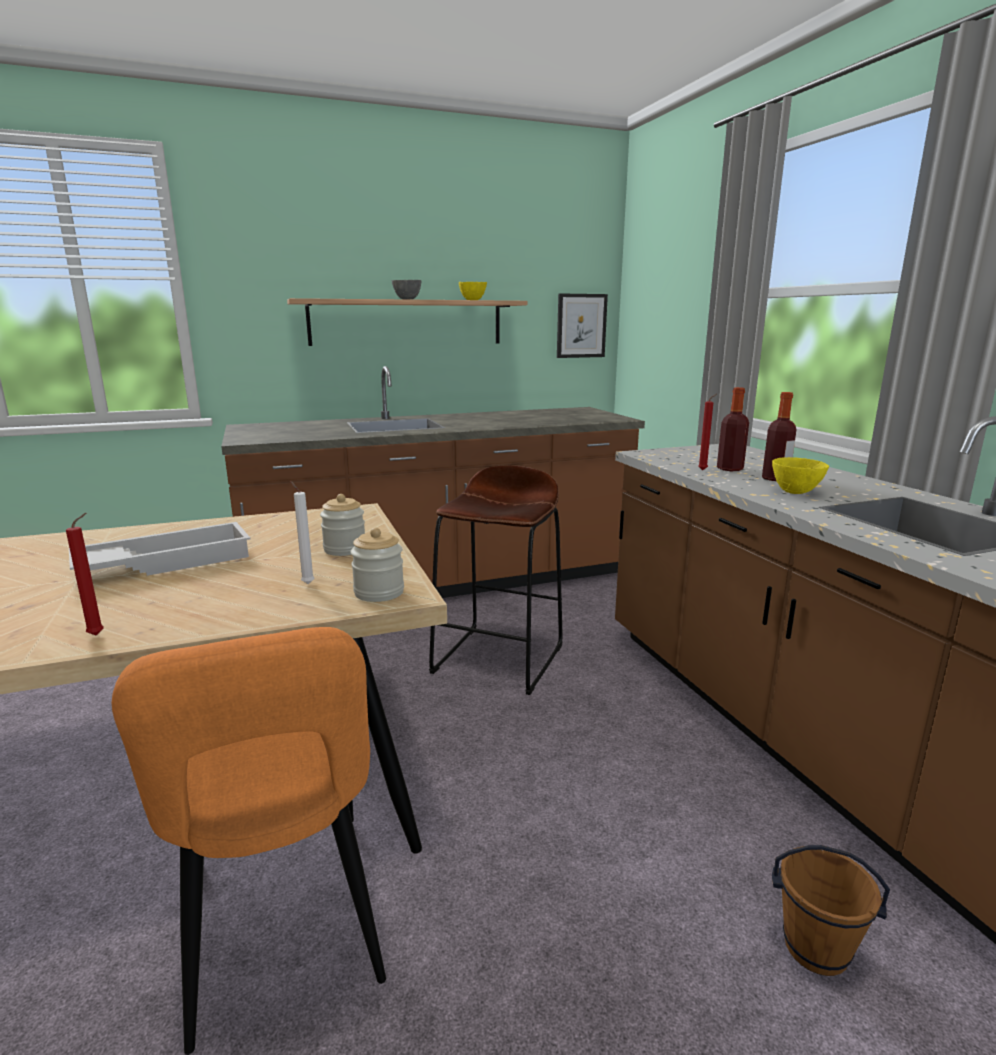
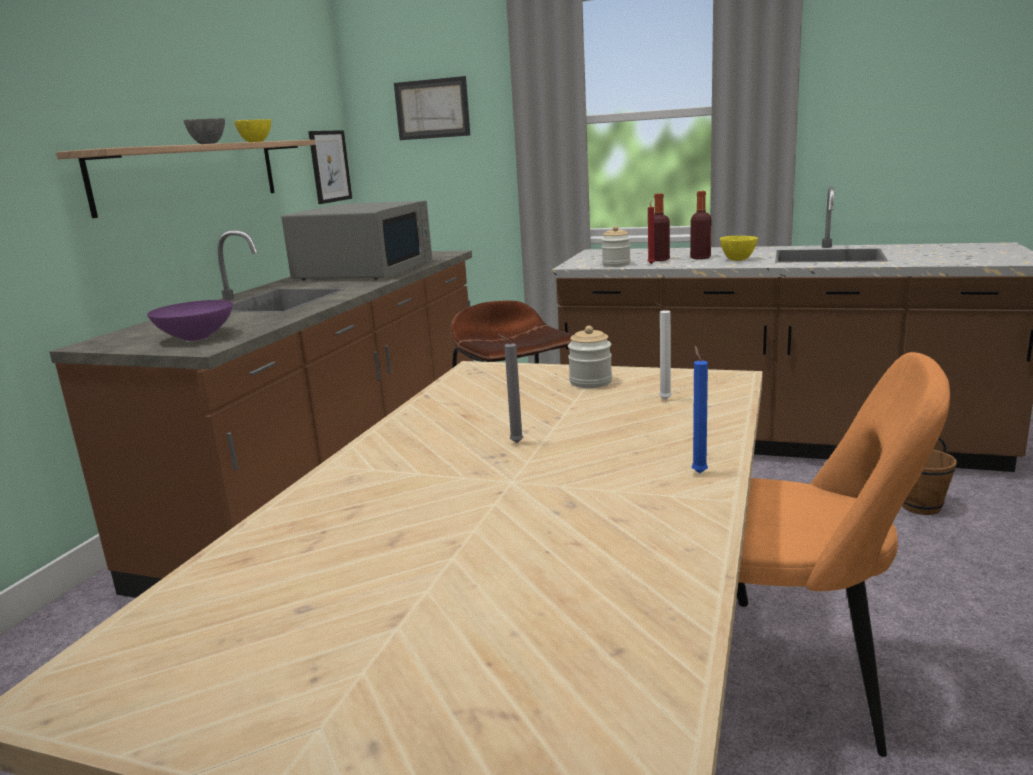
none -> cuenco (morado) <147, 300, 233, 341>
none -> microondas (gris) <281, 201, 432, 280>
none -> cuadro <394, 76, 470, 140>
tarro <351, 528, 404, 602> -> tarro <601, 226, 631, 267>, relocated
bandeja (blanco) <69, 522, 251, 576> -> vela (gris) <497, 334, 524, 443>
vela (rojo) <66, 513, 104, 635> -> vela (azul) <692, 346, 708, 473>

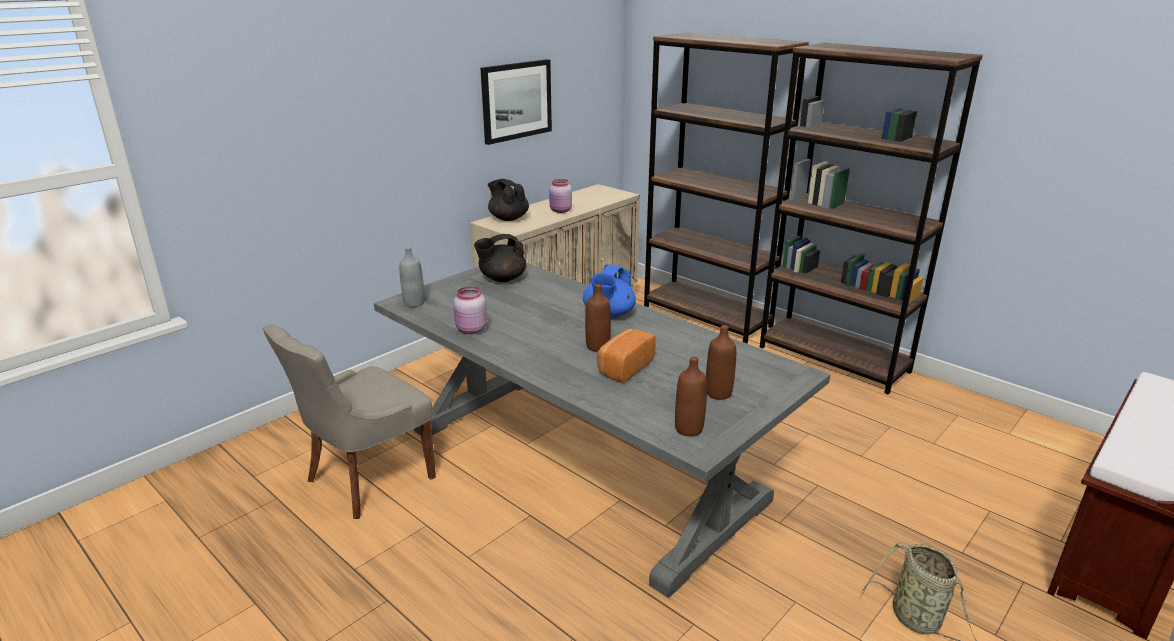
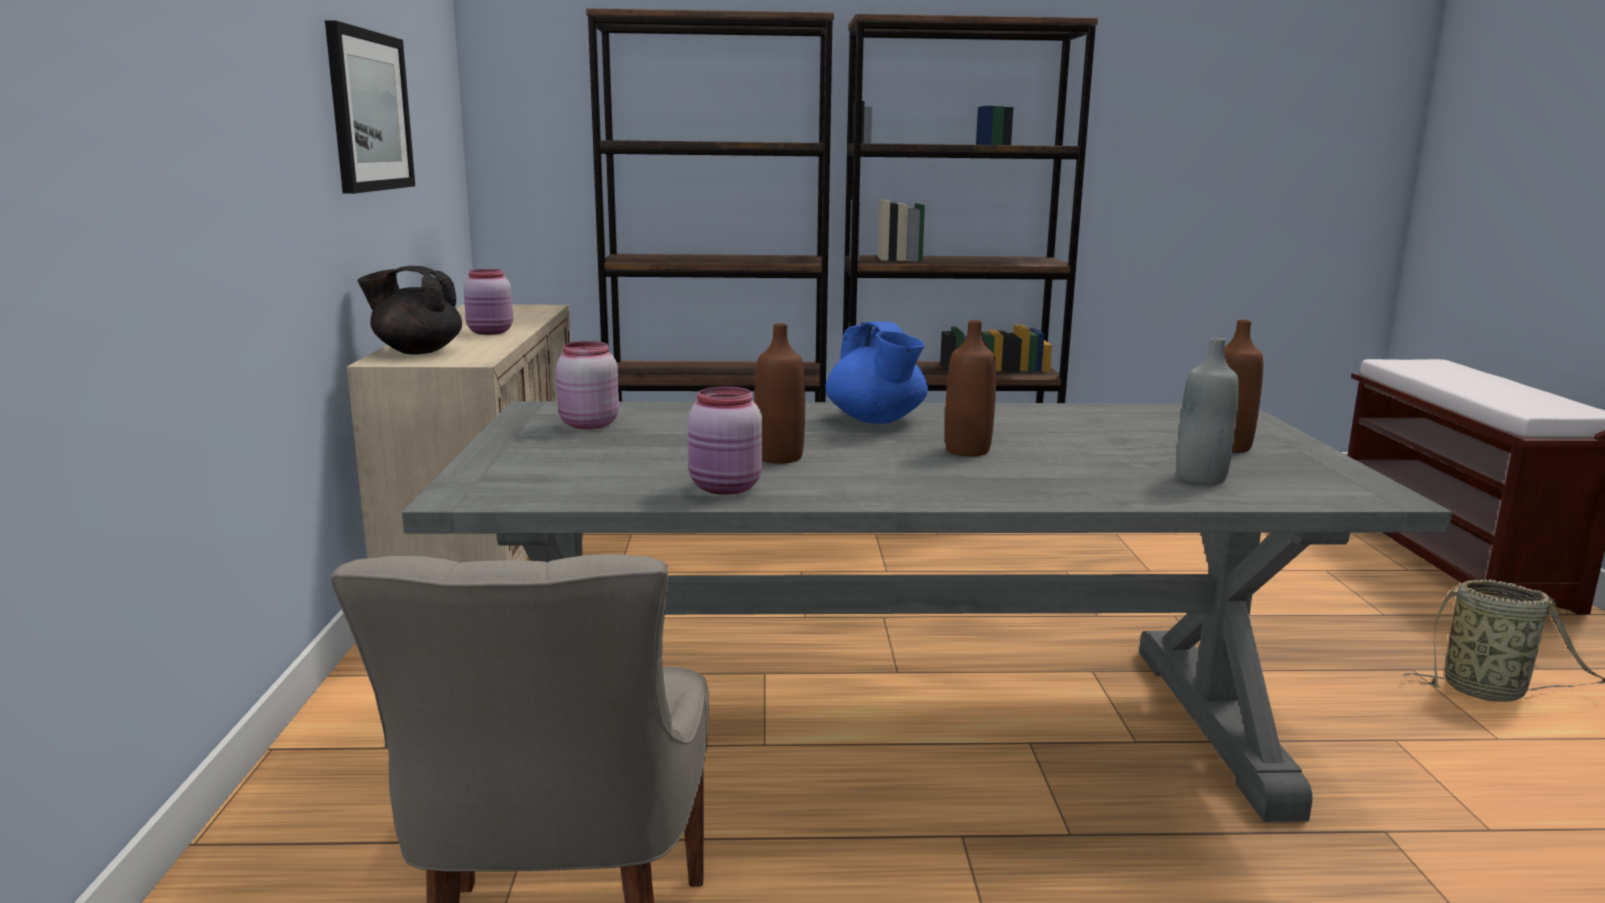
pan <597, 329, 656, 383> -> none
botella (gris) <399, 247, 424, 307> -> botella (gris) <1177, 338, 1239, 485>, relocated
botella (marrón) <675, 357, 707, 437> -> botella (marrón) <754, 323, 805, 464>, relocated
tetera (negro) <474, 234, 526, 282> -> tarro (rosa) <556, 341, 619, 429>

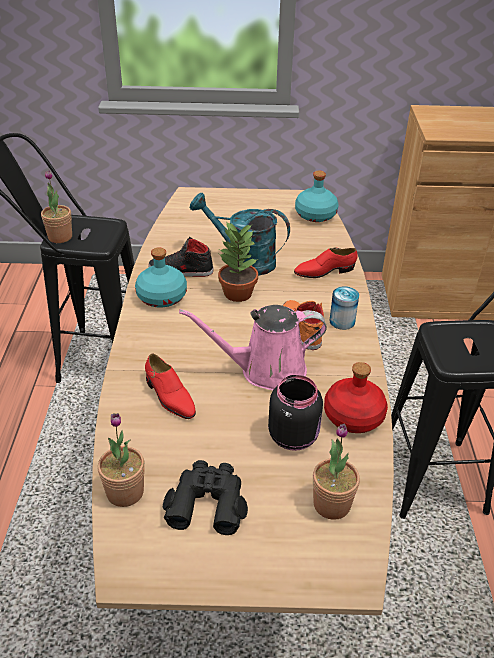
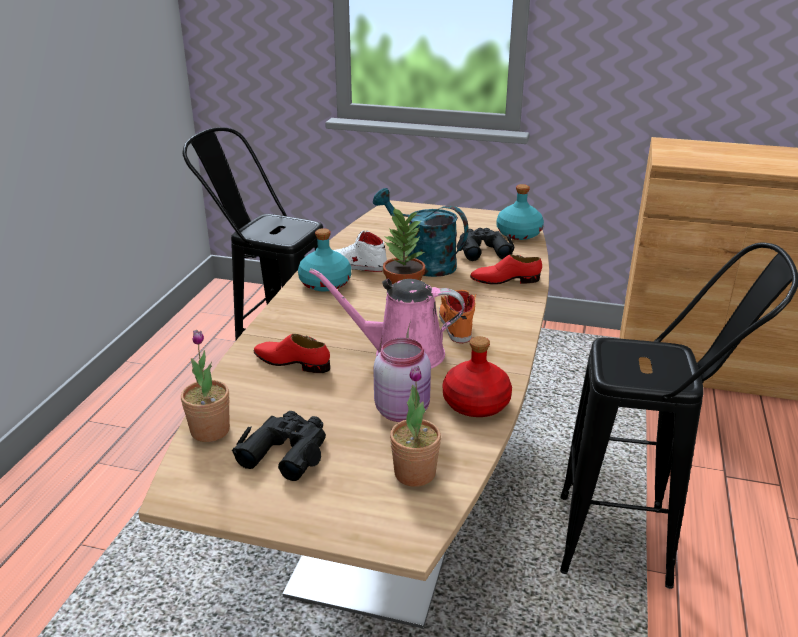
planta en maceta <41, 170, 72, 243> -> none
lata <329, 286, 359, 330> -> none
none -> prismáticos (negro) <457, 228, 514, 261>
zapato (negro) <148, 237, 214, 277> -> zapato (blanco) <333, 230, 387, 272>
tarro (negro) <268, 375, 323, 451> -> tarro (rosa) <373, 338, 431, 422>
zapato (rojo) <145, 354, 196, 419> -> zapato (rojo) <254, 334, 330, 373>, 135 degrees clockwise

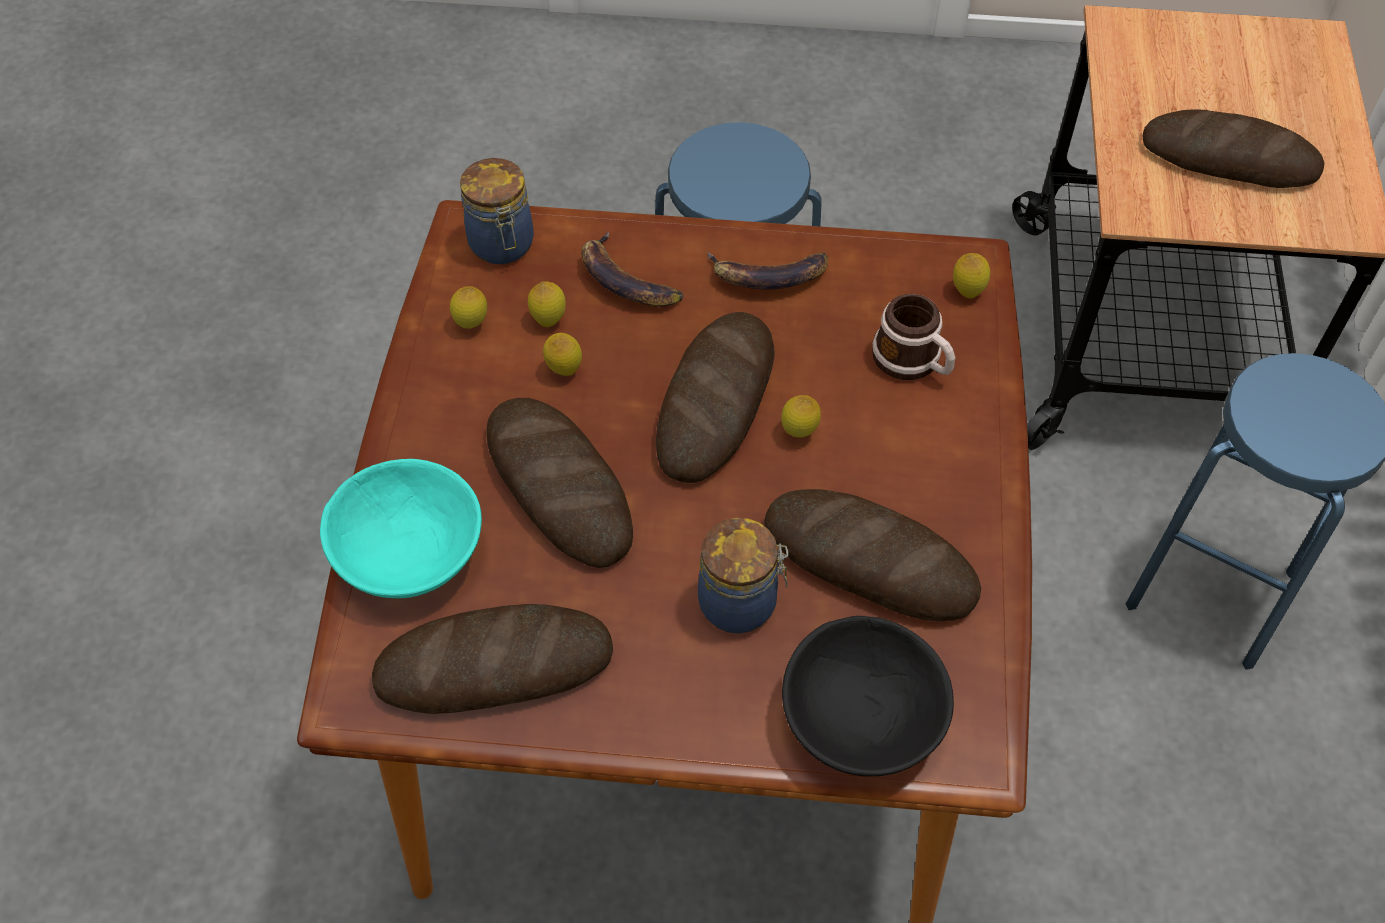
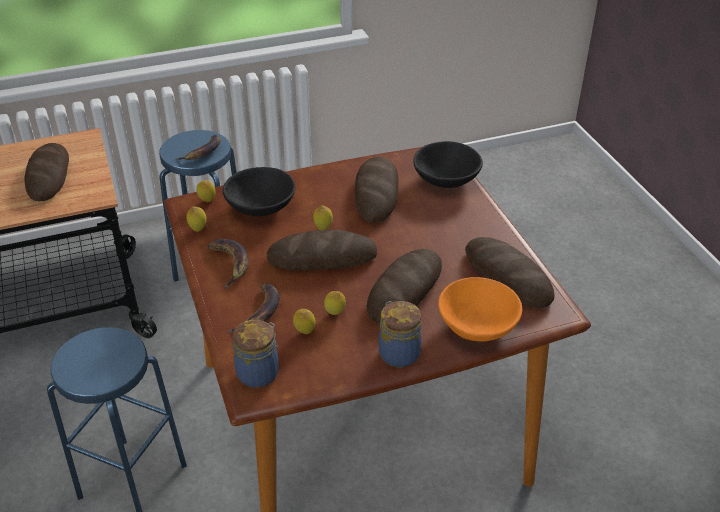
none -> plátano <176, 135, 221, 160>
limón <450, 286, 487, 329> -> limón <186, 206, 207, 232>, relocated
tarro <698, 518, 788, 634> -> tarro <379, 301, 421, 367>, relocated
taza grande <872, 294, 955, 380> -> cuenco (negro) <222, 167, 295, 216>
cuenco (turquesa) <320, 459, 482, 598> -> cuenco (naranja) <438, 277, 522, 342>

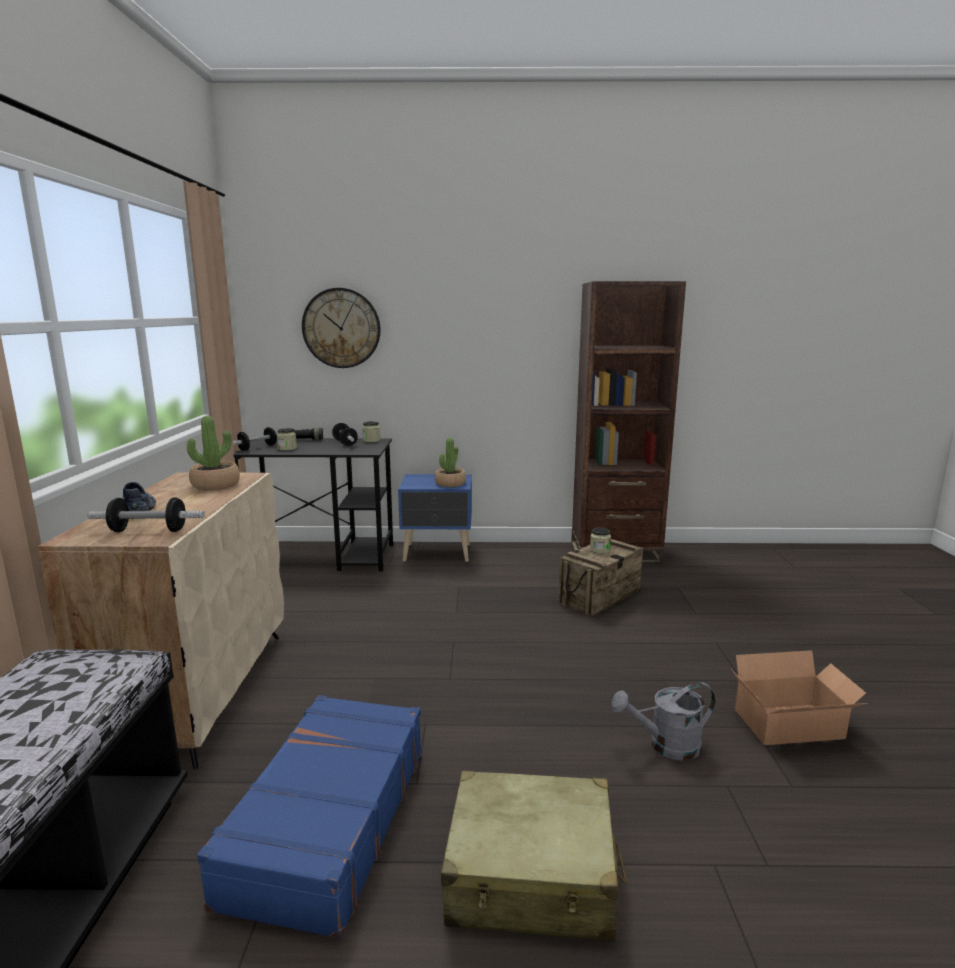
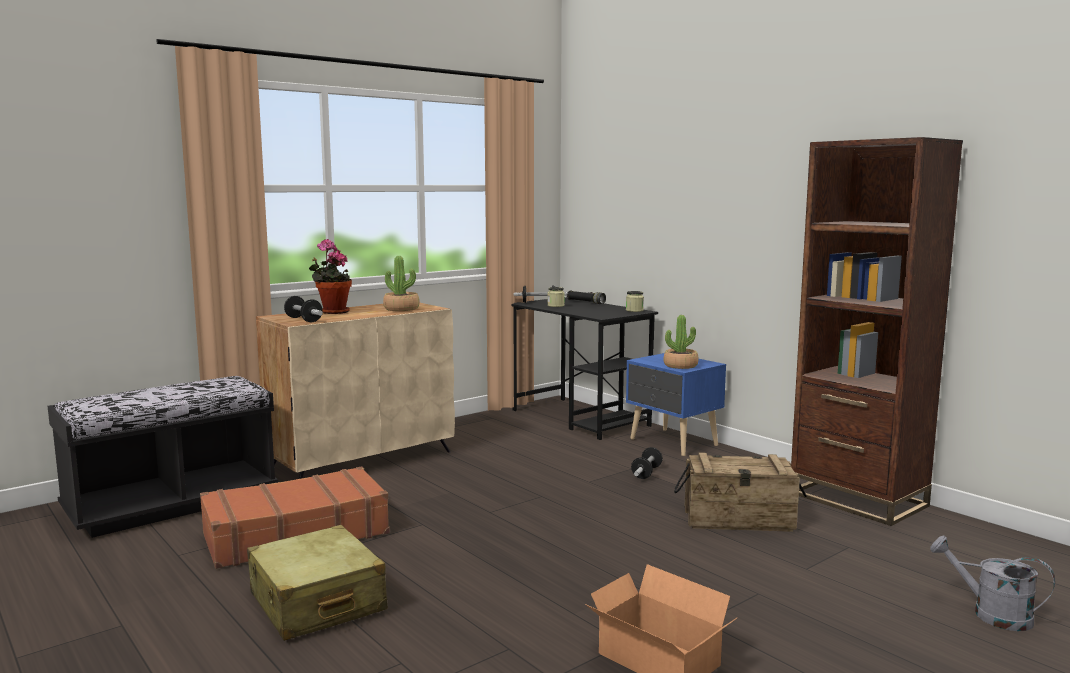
reloj de pared <302, 288, 381, 368> -> none
tarro <590, 528, 611, 554> -> none
mancuerna <332, 423, 358, 446> -> mancuerna <631, 447, 663, 479>, relocated
regadera (gris) <612, 682, 716, 761> -> regadera (gris) <930, 536, 1055, 631>, relocated
zapato <123, 482, 156, 511> -> planta en maceta <309, 239, 352, 314>
maleta (azul) <197, 695, 422, 939> -> maleta (marrón) <200, 467, 390, 569>

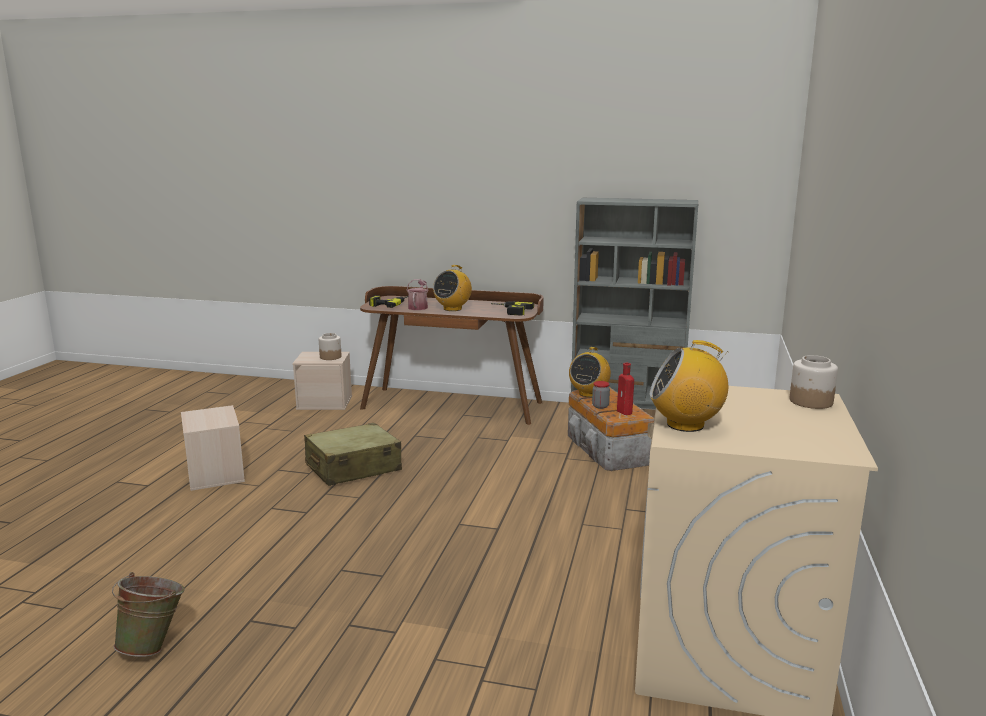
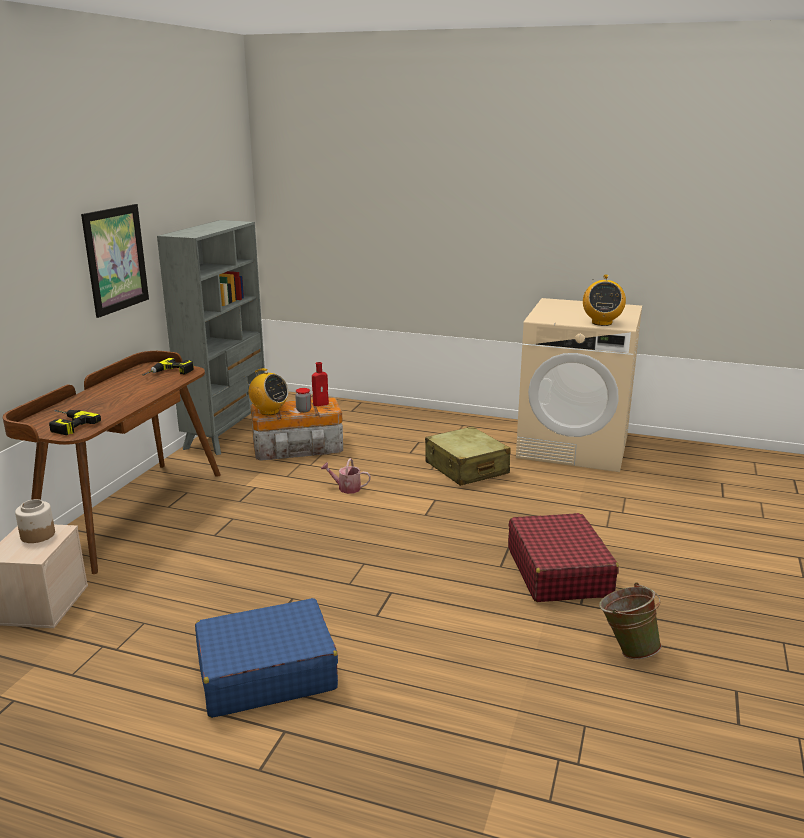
radio <433, 265, 472, 311> -> none
tarro <790, 355, 838, 409> -> none
none -> cuadro <81, 204, 149, 318>
none -> maleta (rojo) <508, 513, 619, 602>
maleta (beis) <304, 423, 402, 486> -> maleta (beis) <425, 426, 511, 486>, relocated
regadera <407, 279, 429, 310> -> regadera <321, 458, 371, 494>, relocated
caja de almacenaje (beis) <181, 405, 245, 491> -> maleta (azul) <195, 598, 338, 718>

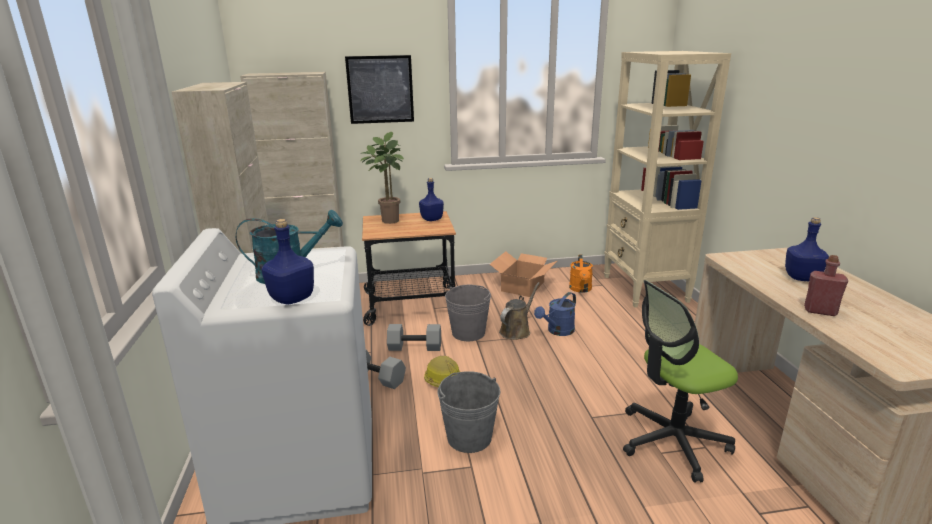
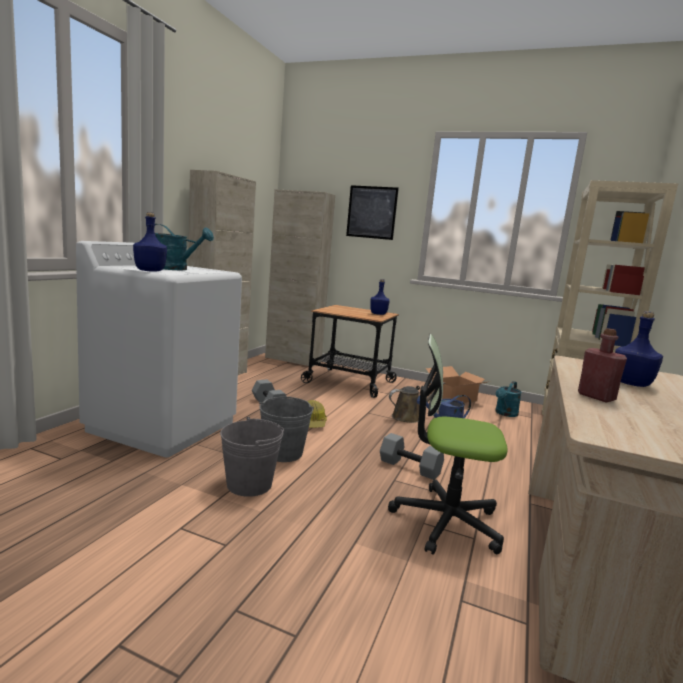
planta en maceta <360, 132, 404, 224> -> none
mancuerna (gris) <387, 324, 441, 351> -> mancuerna (gris) <380, 433, 444, 480>, relocated
cubo (gris) <445, 285, 491, 341> -> cubo (gris) <220, 417, 284, 497>, relocated
regadera (naranja) <569, 255, 593, 293> -> regadera (turquesa) <495, 381, 522, 417>

